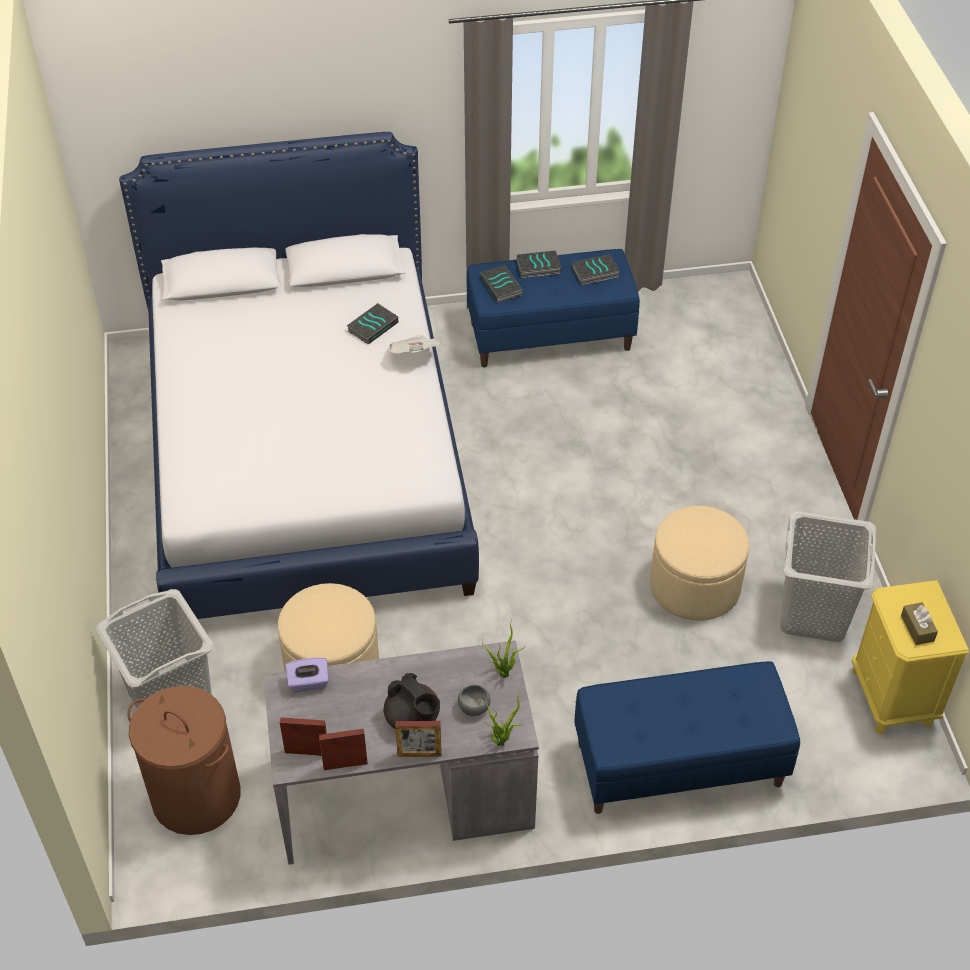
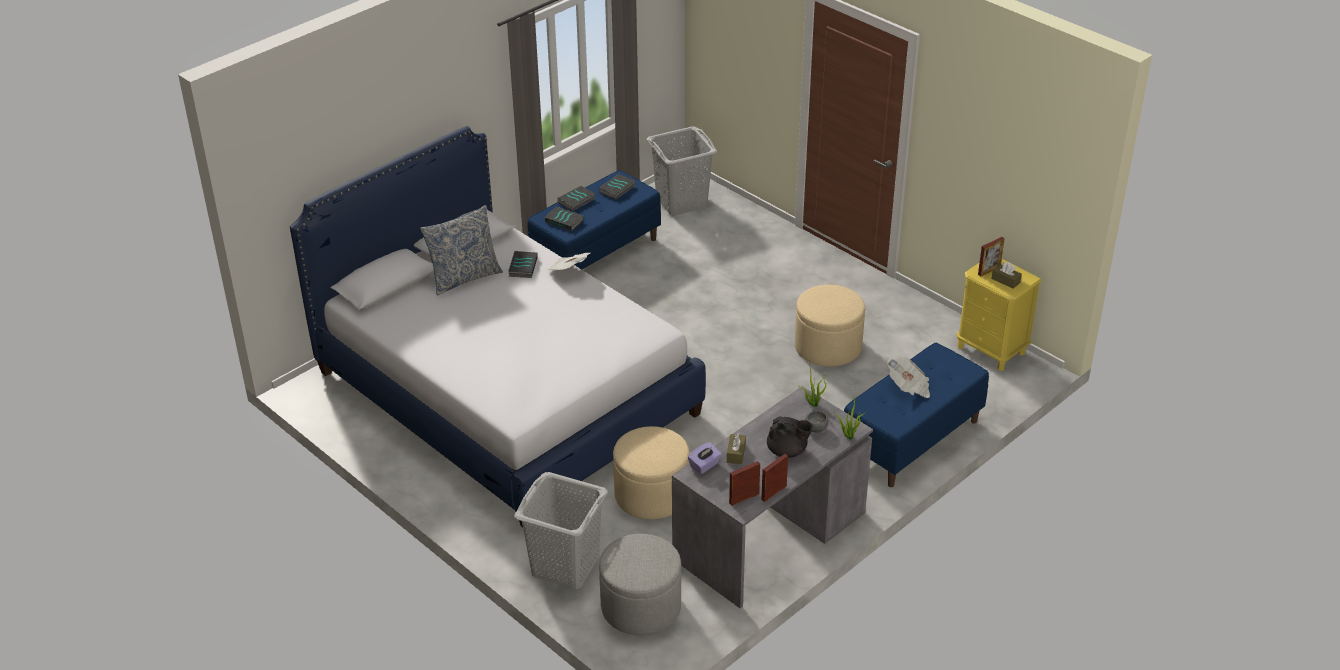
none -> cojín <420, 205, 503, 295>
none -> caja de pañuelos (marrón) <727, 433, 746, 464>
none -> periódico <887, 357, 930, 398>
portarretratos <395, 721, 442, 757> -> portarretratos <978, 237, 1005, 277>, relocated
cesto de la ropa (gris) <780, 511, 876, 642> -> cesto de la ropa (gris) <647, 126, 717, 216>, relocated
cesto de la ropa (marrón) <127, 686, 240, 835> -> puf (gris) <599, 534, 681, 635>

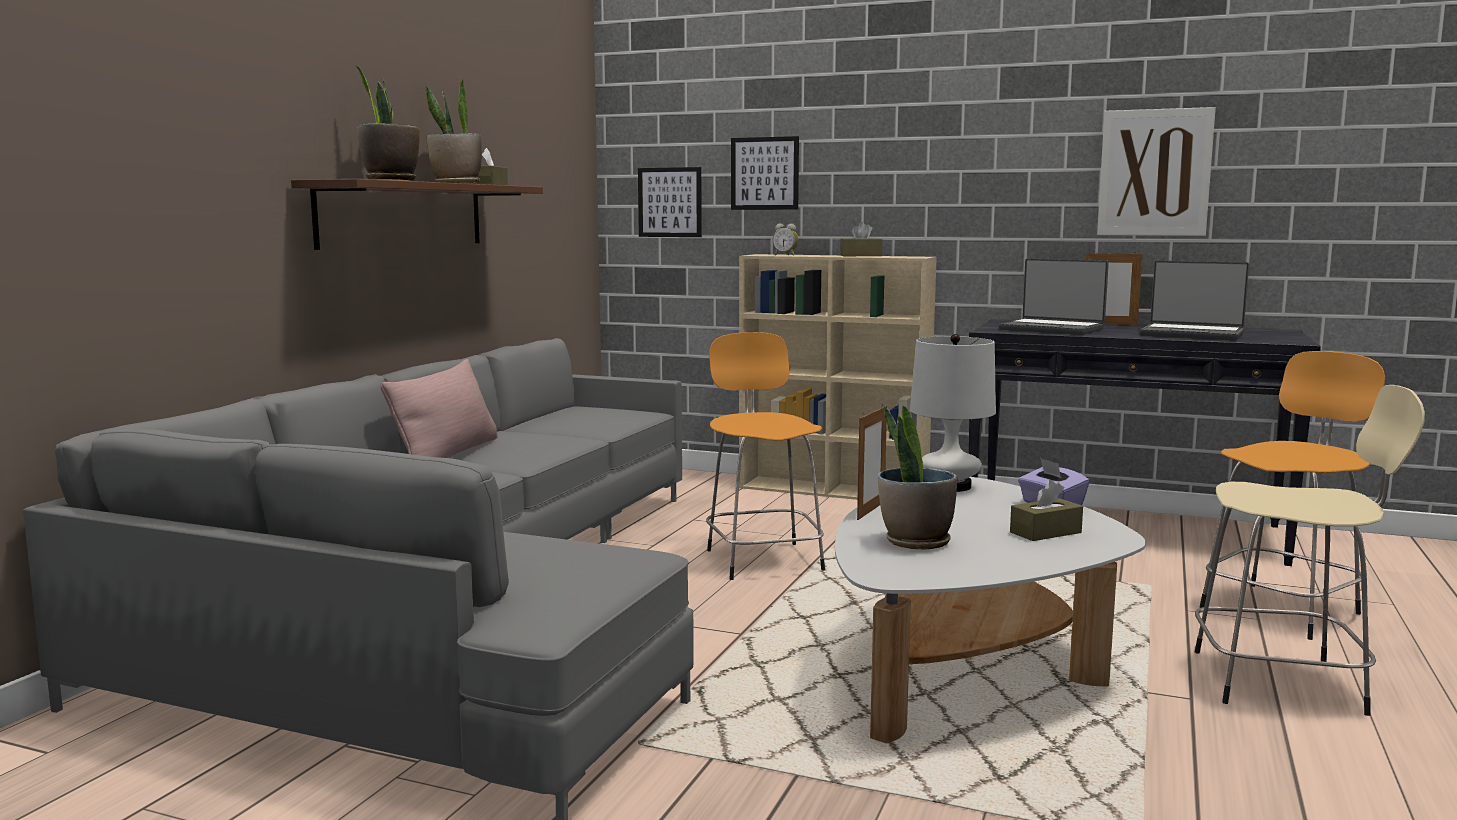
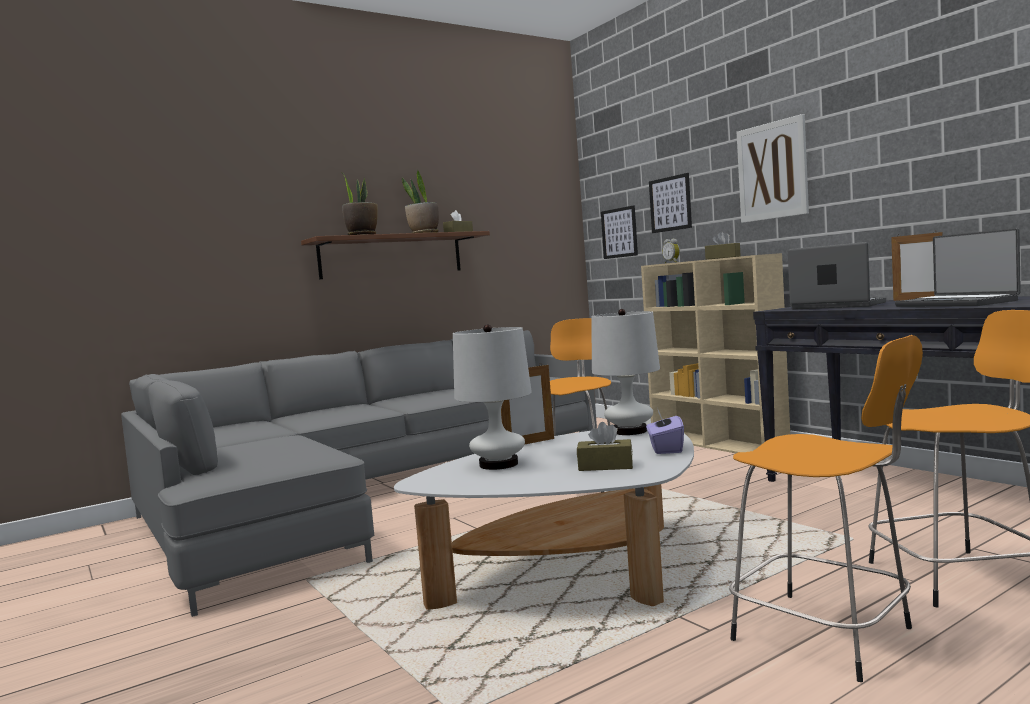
cojín (rosa) <381, 359, 498, 458> -> none
cuadro <1097, 107, 1216, 236> -> cuadro <737, 114, 809, 223>, relocated
planta en maceta <878, 406, 957, 550> -> lámpara de mesa (blanco) <453, 324, 532, 470>
taburete (beis) <1195, 385, 1425, 716> -> taburete (naranja) <729, 335, 923, 682>
portátil <999, 258, 1109, 335> -> portátil <788, 242, 886, 309>, 150 degrees clockwise

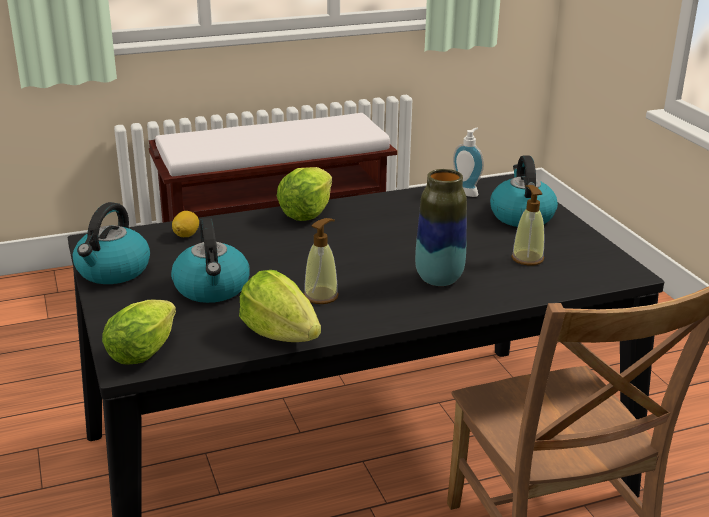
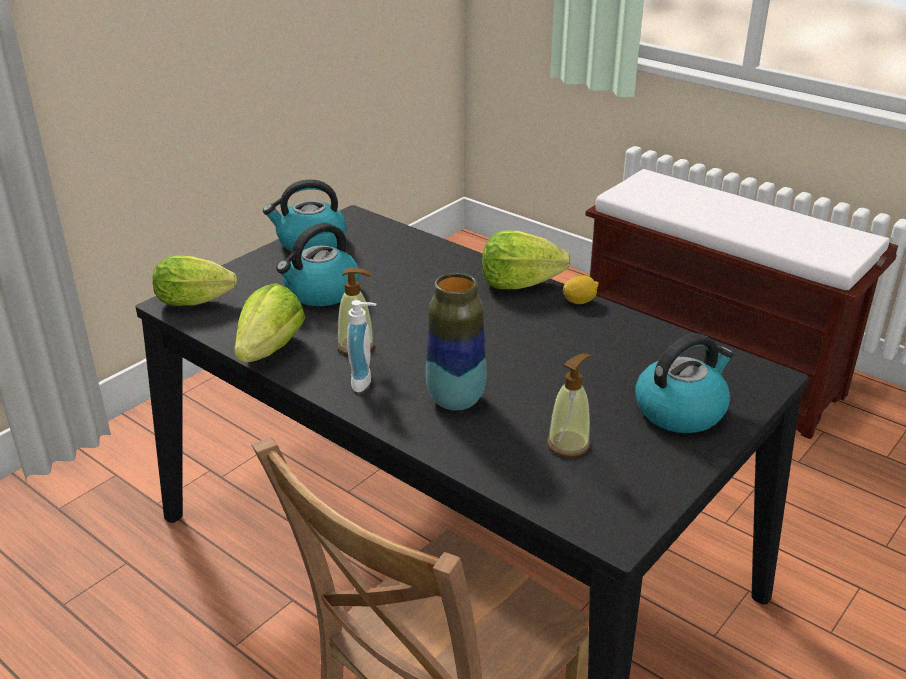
limón <172, 211, 199, 237> -> limón <563, 275, 599, 304>, relocated
dispensador de jabón <453, 128, 484, 197> -> dispensador de jabón <347, 300, 376, 392>, relocated

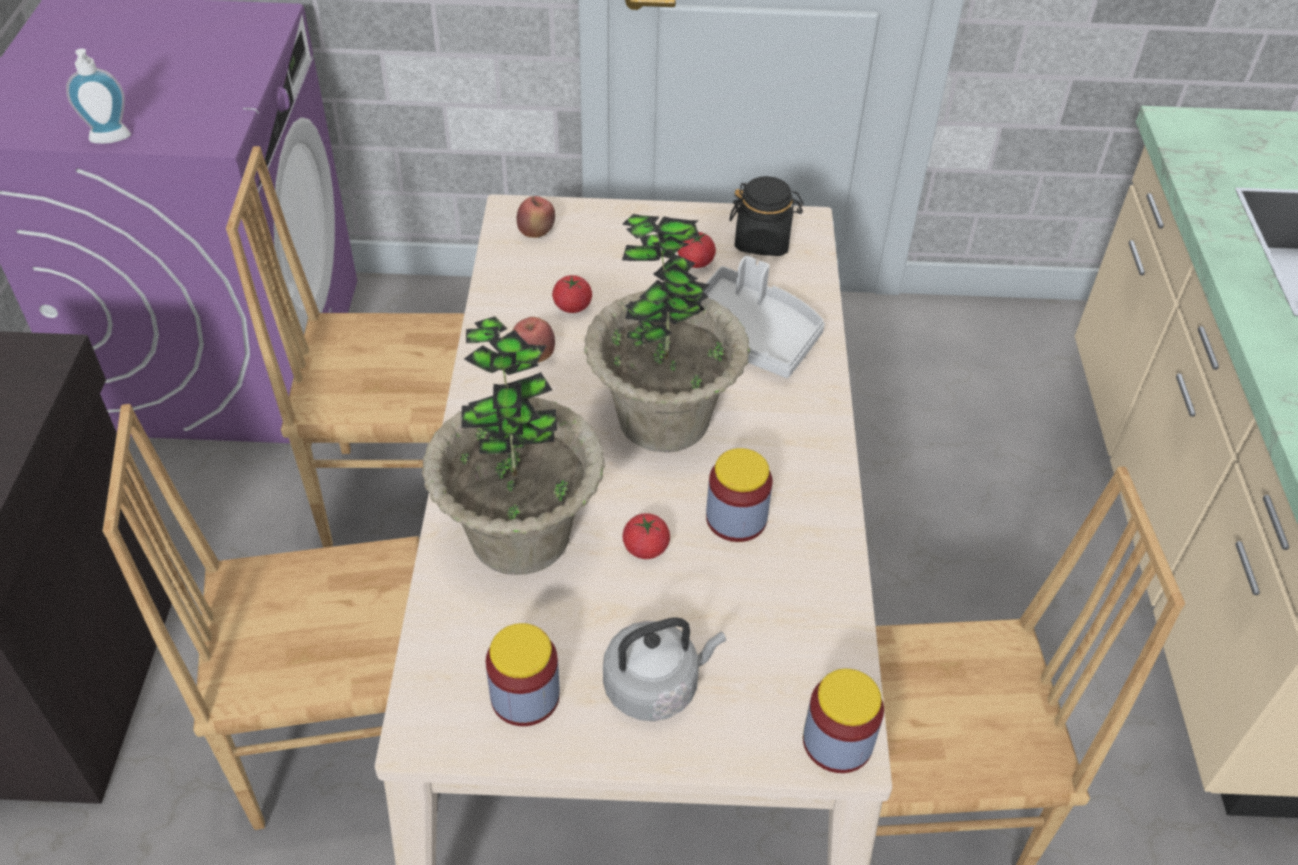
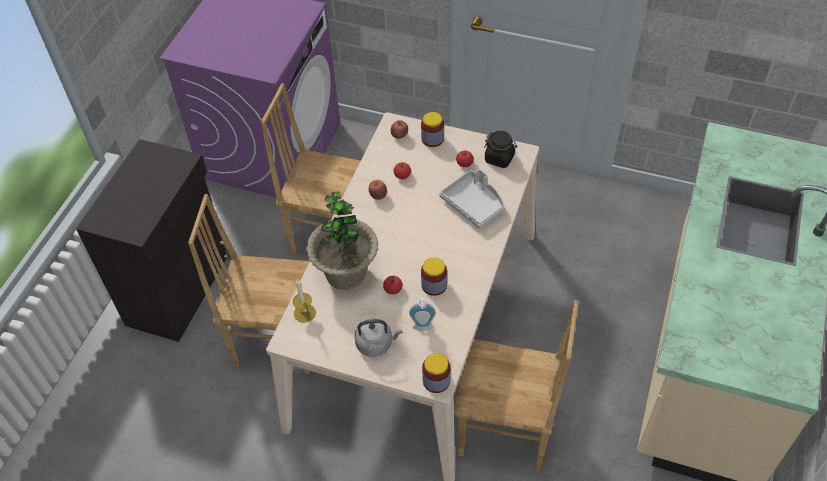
planta en maceta <584, 214, 750, 452> -> none
none -> vela <293, 278, 316, 323>
dispensador de jabón <66, 49, 131, 144> -> dispensador de jabón <409, 297, 436, 331>, relocated
tarro <486, 623, 560, 726> -> tarro <421, 112, 444, 147>, relocated

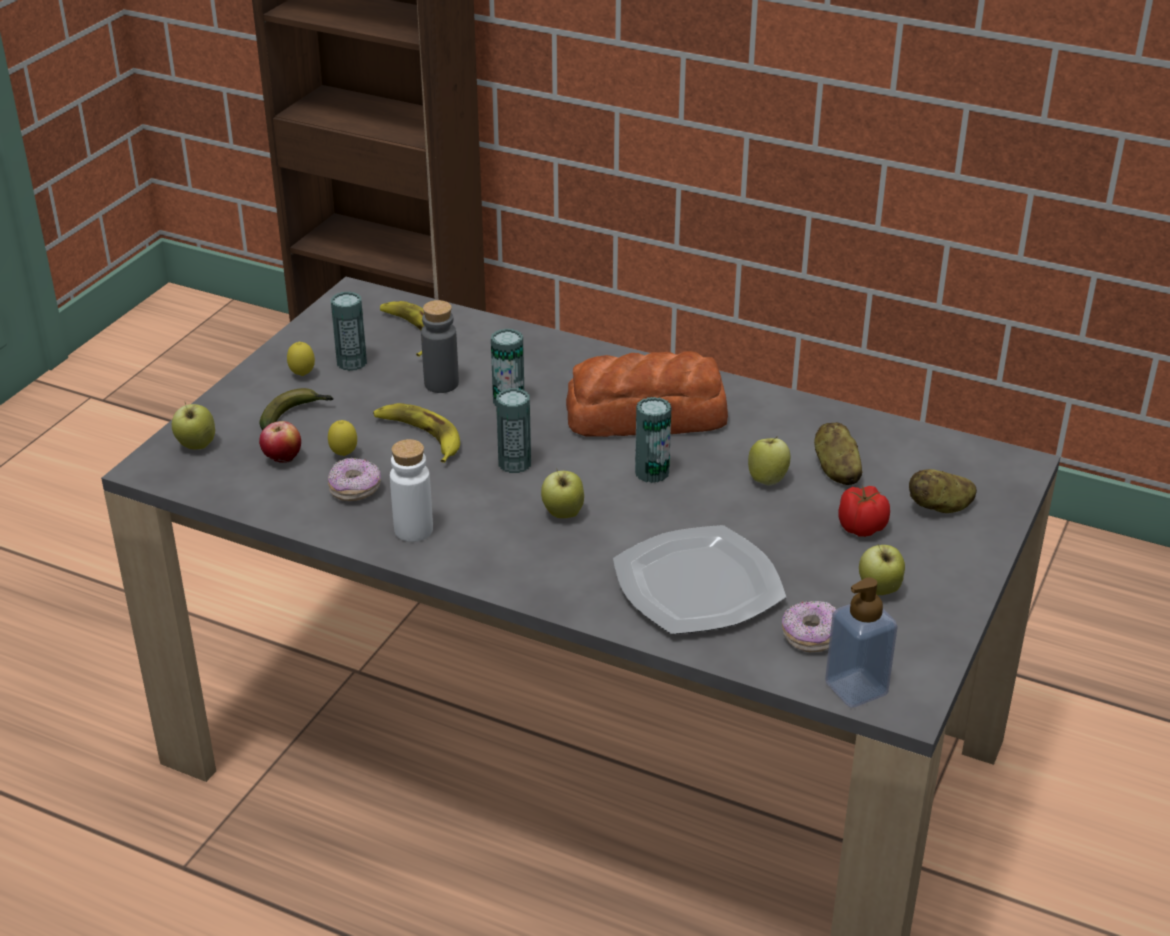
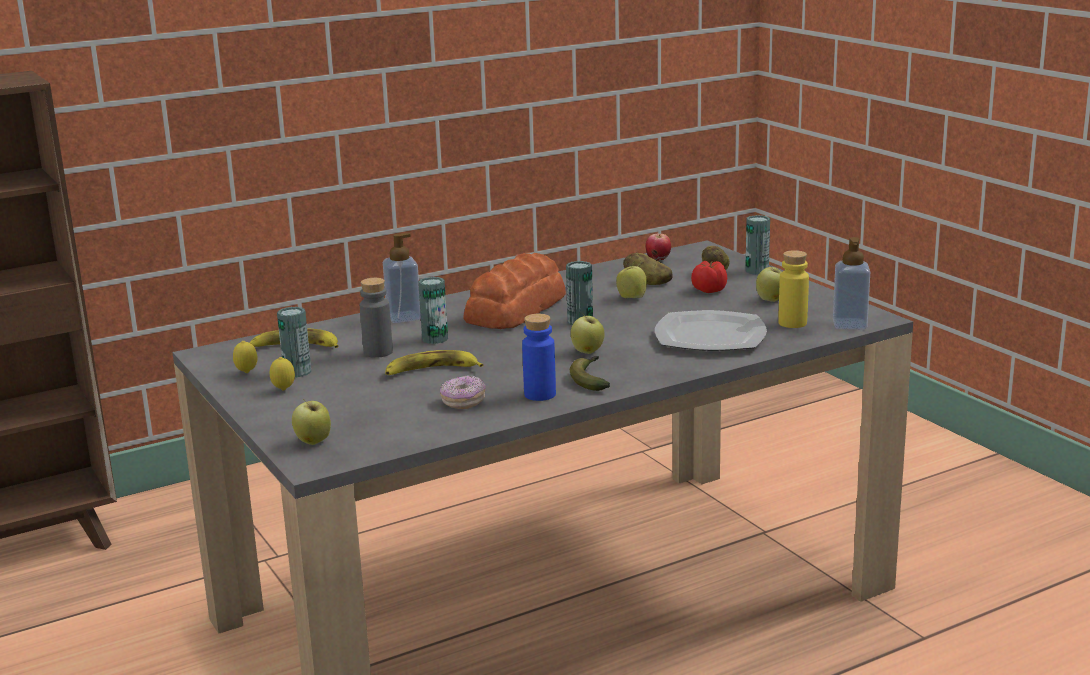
none -> dispensador de jabón <383, 233, 421, 323>
plátano <259, 388, 334, 430> -> plátano <570, 356, 610, 391>, relocated
manzana <259, 421, 301, 463> -> manzana <646, 234, 671, 261>, relocated
limón <328, 420, 357, 456> -> limón <233, 341, 258, 373>, relocated
lata <496, 388, 531, 473> -> lata <745, 215, 770, 275>, relocated
rosquilla <782, 601, 836, 652> -> botella (amarillo) <778, 250, 809, 328>
botella (blanco) <390, 439, 433, 542> -> botella (azul) <522, 314, 556, 401>

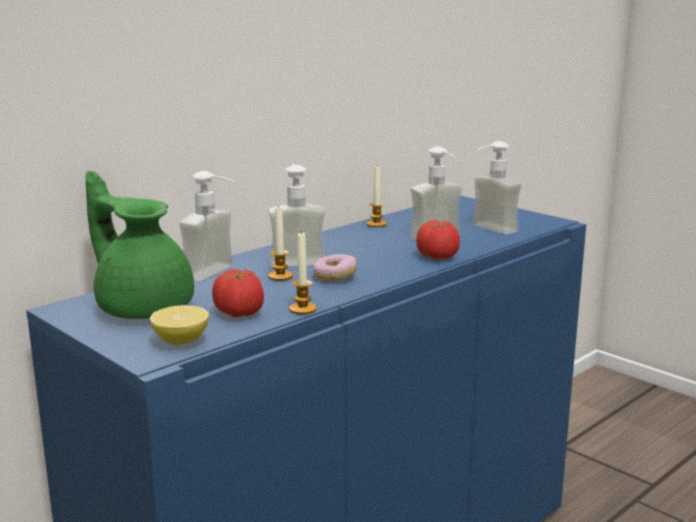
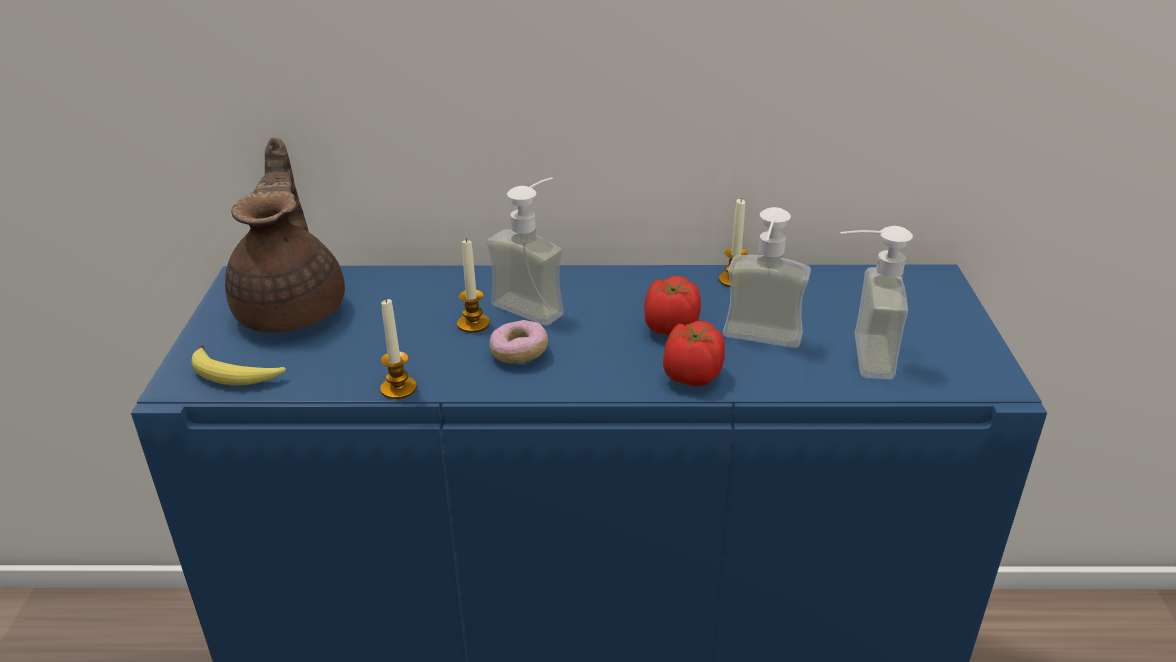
dispensador de jabón <179, 171, 234, 281> -> none
tomate <212, 269, 264, 317> -> tomate <644, 276, 701, 335>, relocated
limón <150, 305, 209, 345> -> plátano <191, 344, 286, 385>
tetera (verde) <85, 171, 194, 319> -> tetera (marrón) <225, 138, 345, 333>

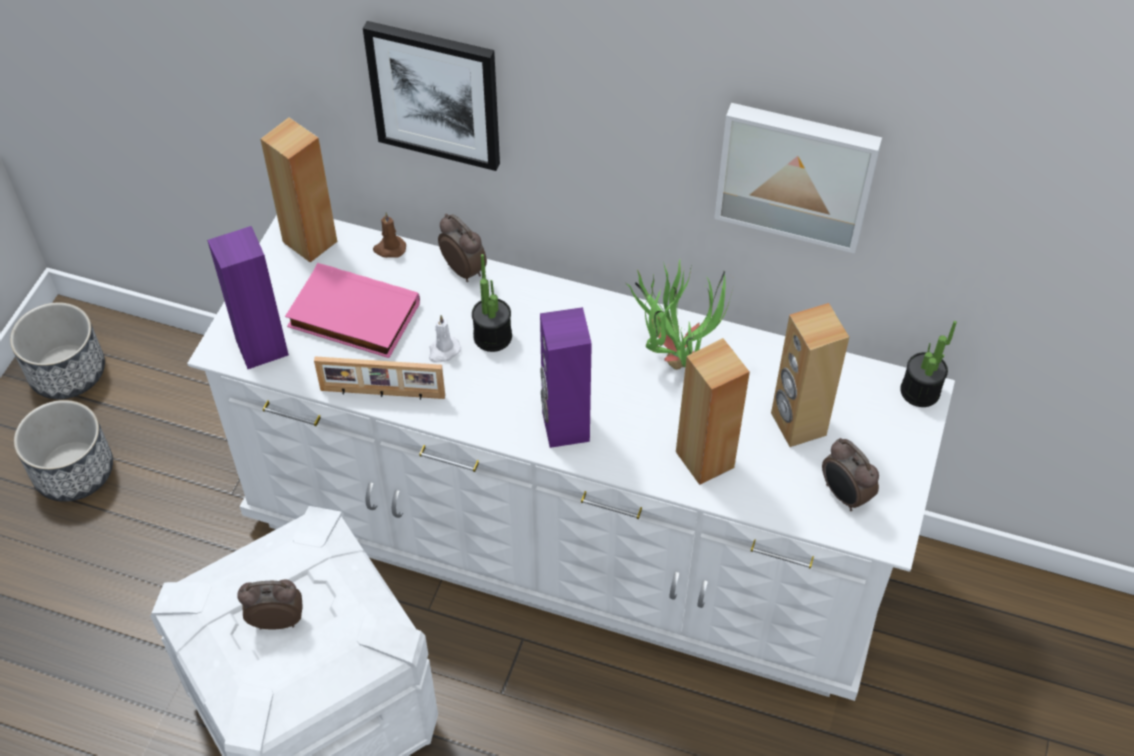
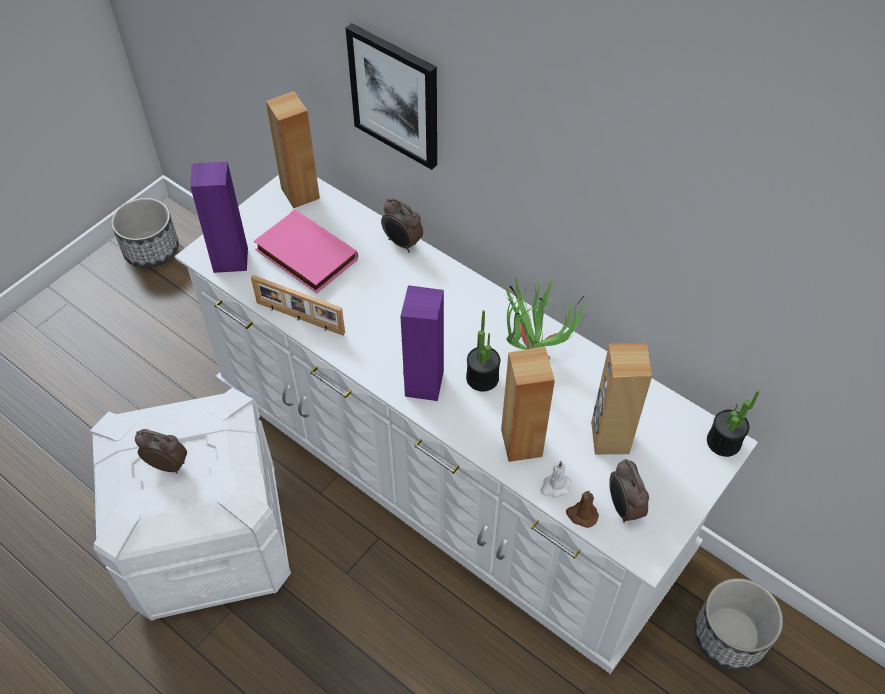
cuadro <714, 103, 882, 253> -> none
maceta <14, 400, 113, 502> -> maceta <695, 578, 783, 670>, relocated
vela (marrón) <373, 212, 406, 258> -> vela (marrón) <566, 491, 599, 528>, relocated
vela (blanco) <429, 315, 461, 363> -> vela (blanco) <540, 461, 571, 498>, relocated
planta en maceta <472, 254, 512, 352> -> planta en maceta <466, 310, 500, 391>, relocated
despertador <438, 213, 487, 282> -> despertador <381, 198, 423, 252>, 150 degrees clockwise

